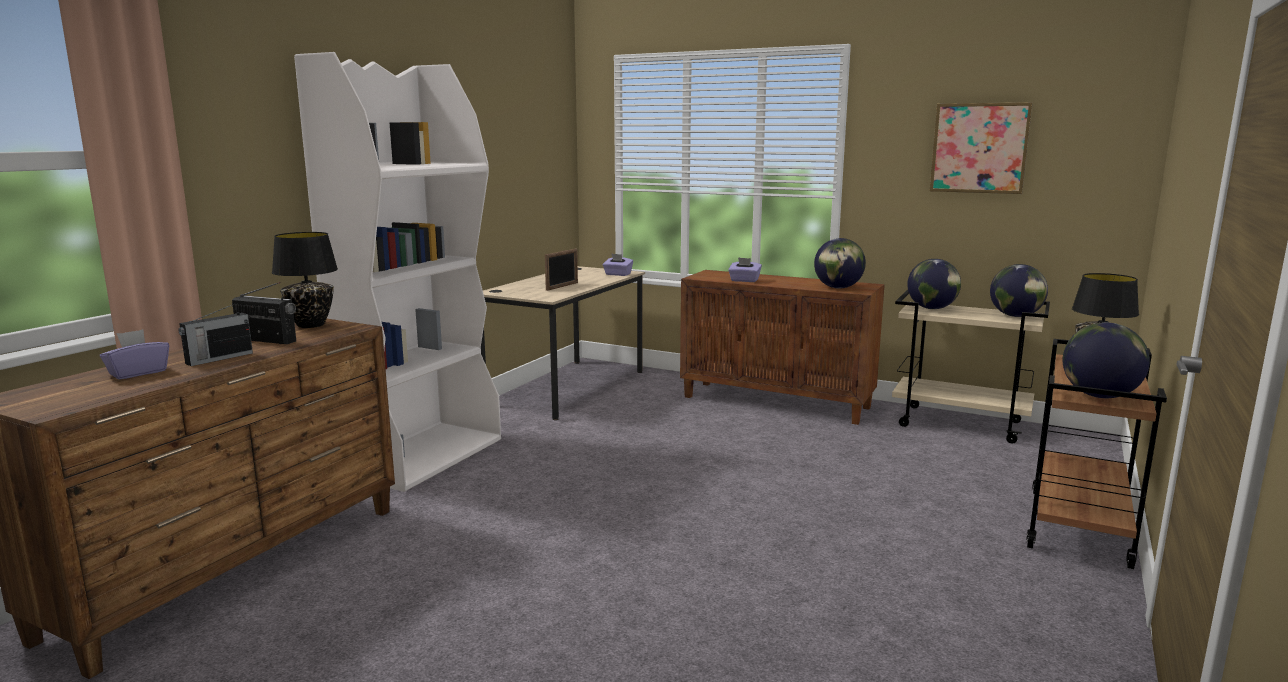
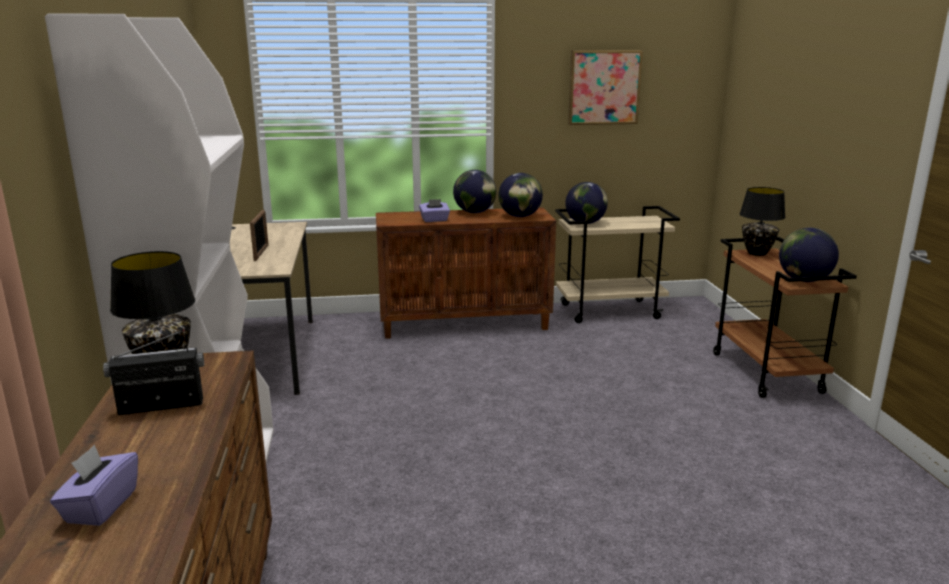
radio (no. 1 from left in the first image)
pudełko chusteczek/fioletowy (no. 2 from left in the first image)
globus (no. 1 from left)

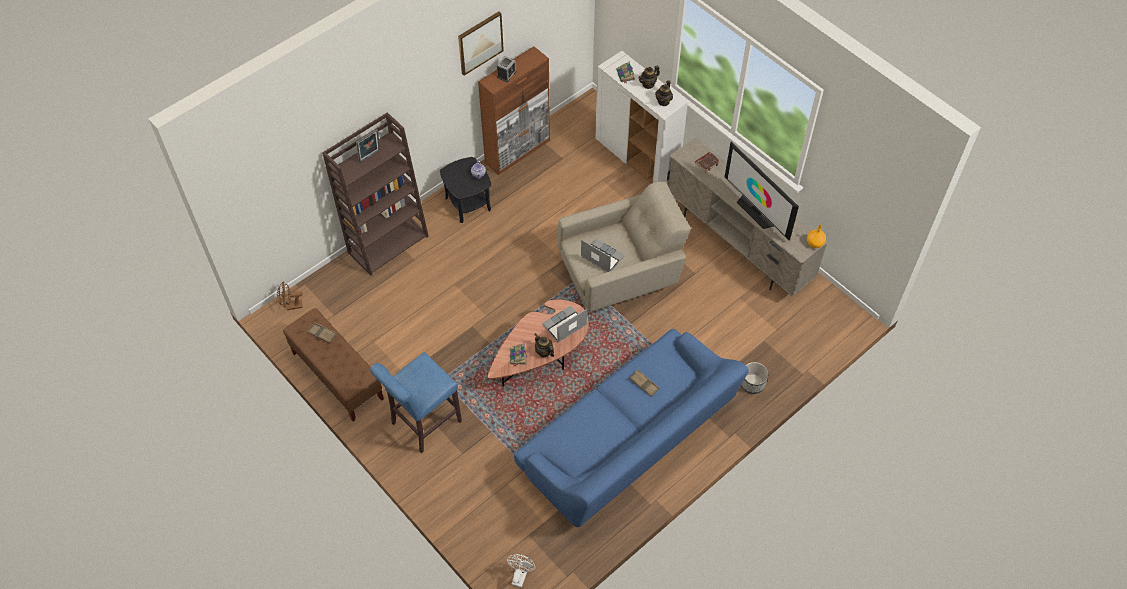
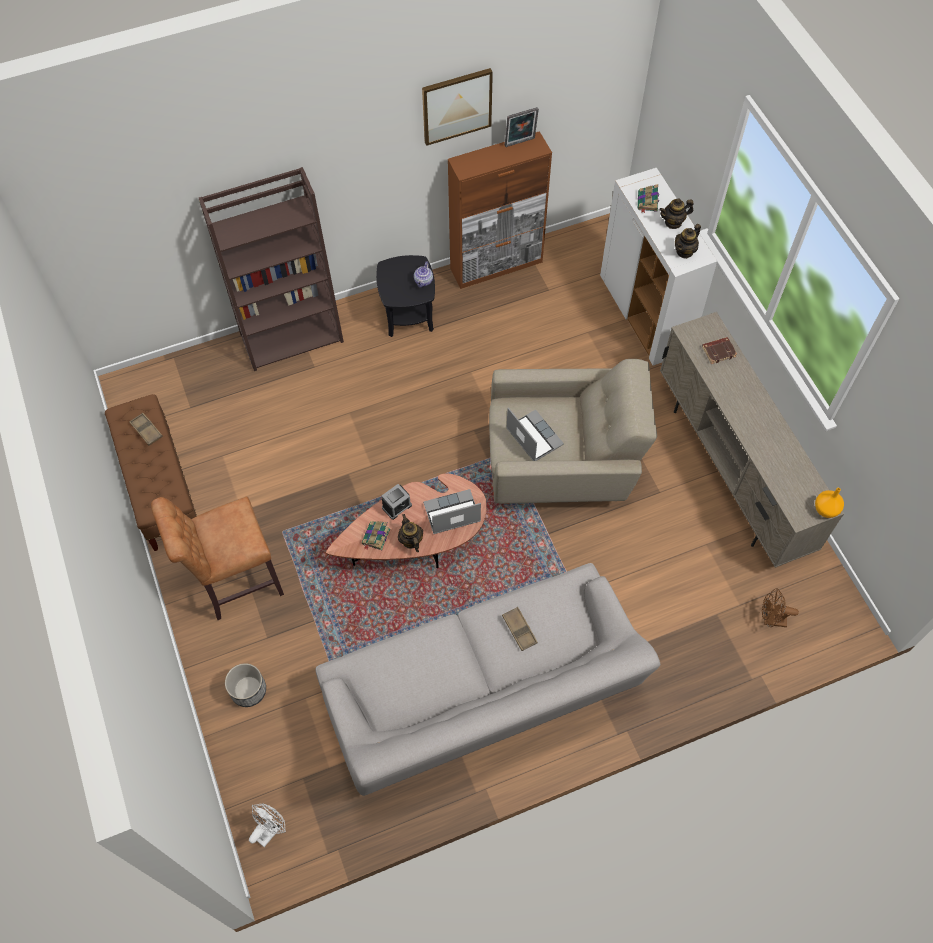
wentylator/brązowy
ramka na zdjęcie
stołek/brązowy
budzik
kanapa/szary
telewizor
donica

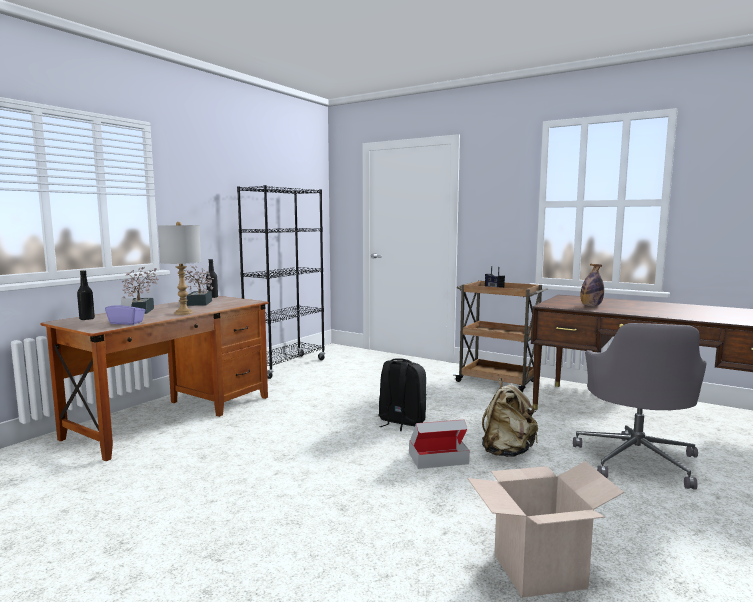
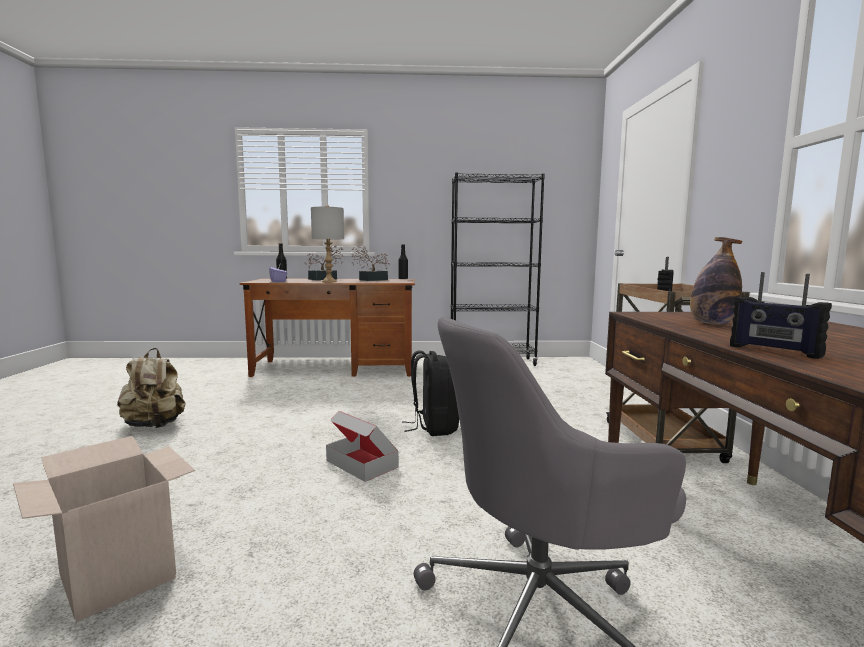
plecak/beżowy
radio (no. 2 from left)

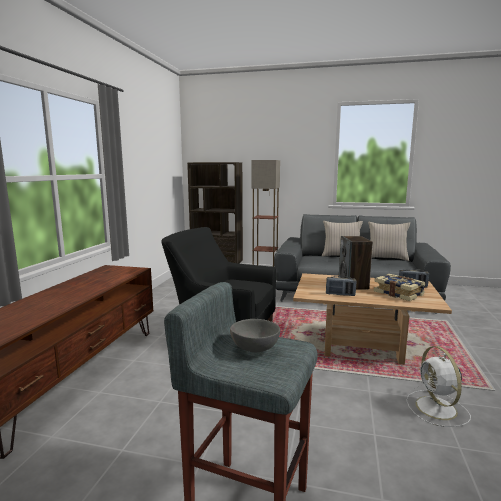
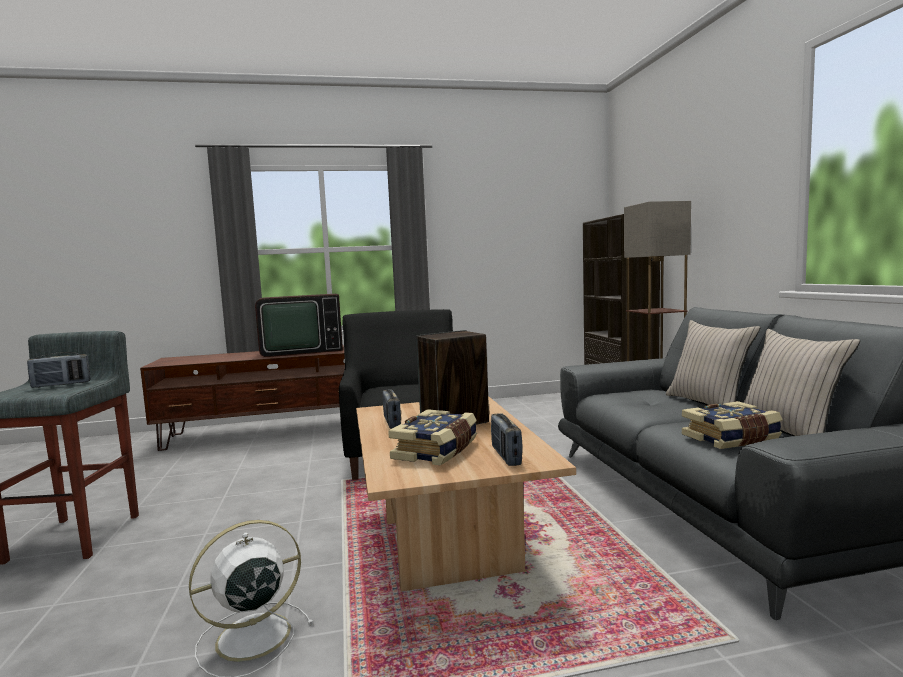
radio (no. 1 from left)
telewizor
książka (no. 2 from left)

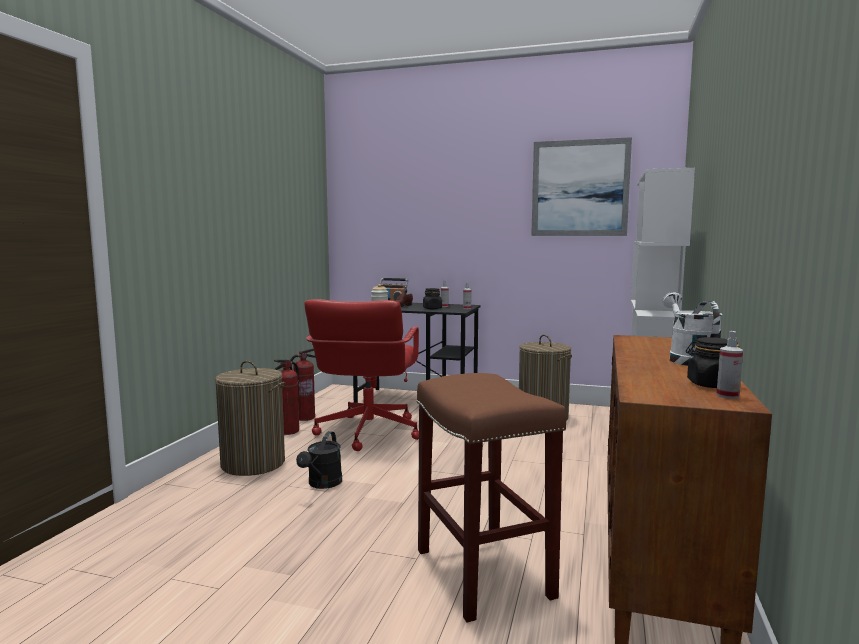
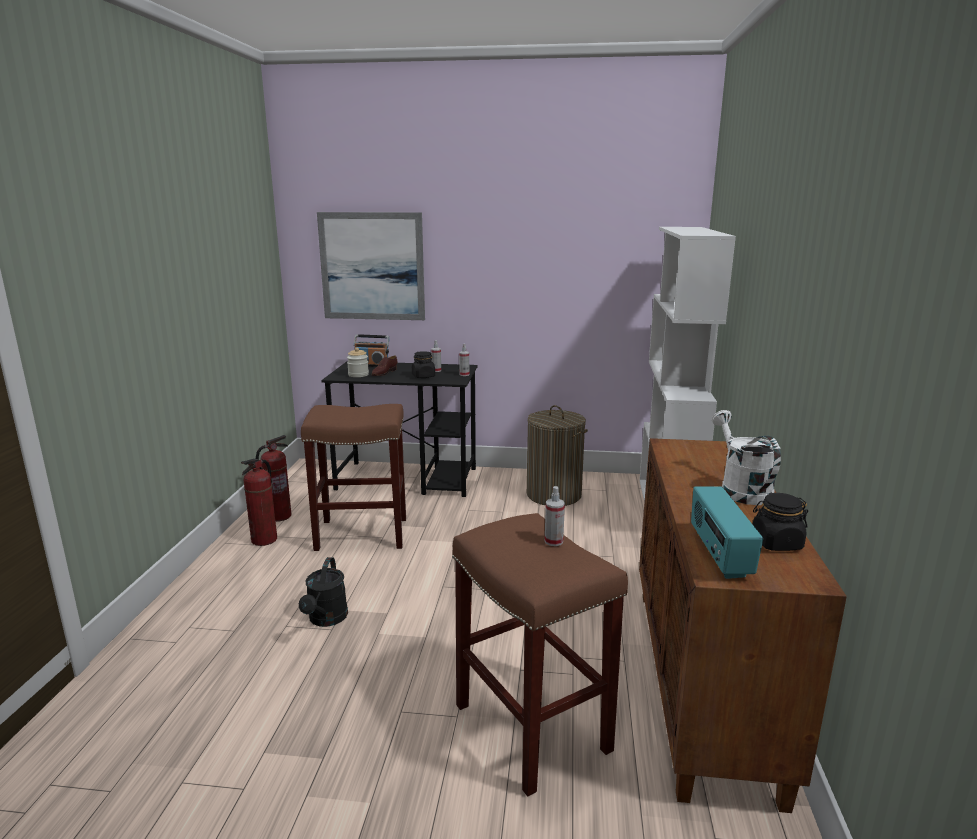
kosz na pranie (no. 1 from left in the first image)
stołek/brązowy (no. 1 from left)
obraz
spryskiwacz (no. 3 from left)
radio (no. 2 from left)

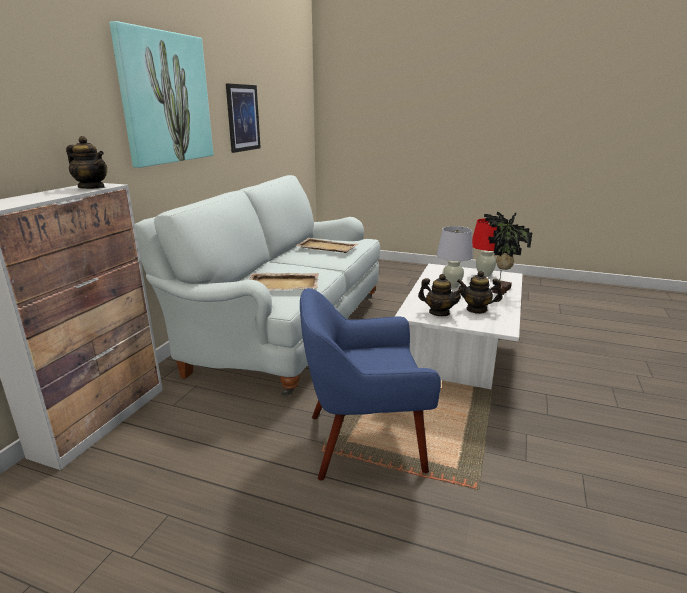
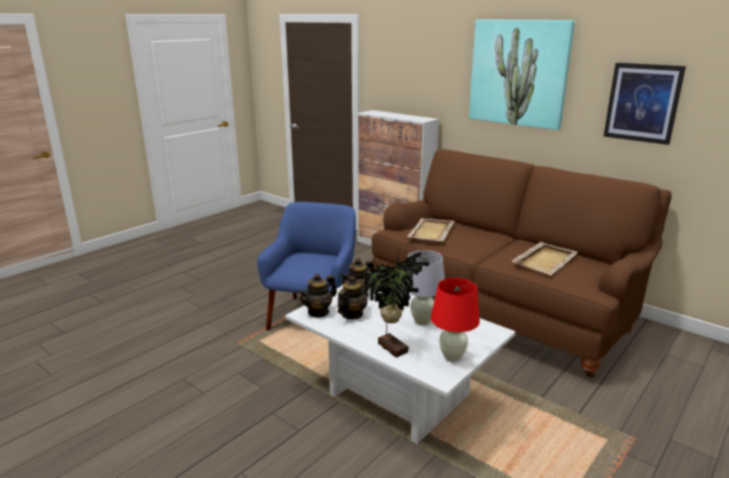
imbryk (no. 1 from left)
kanapa/brązowy

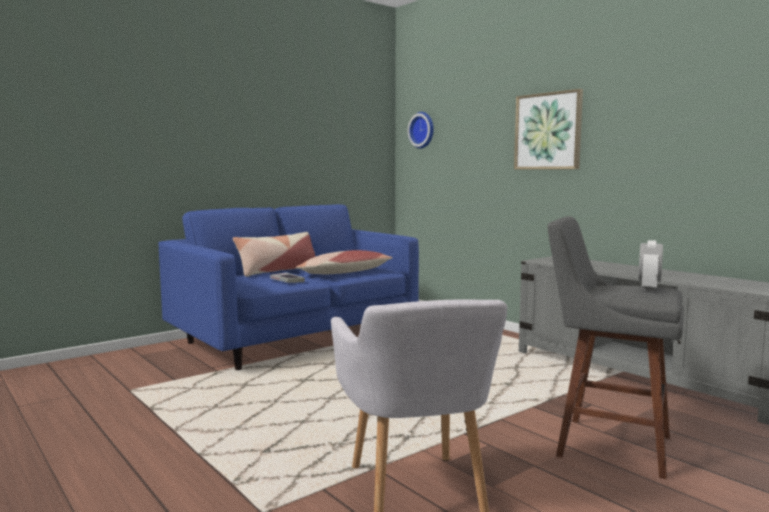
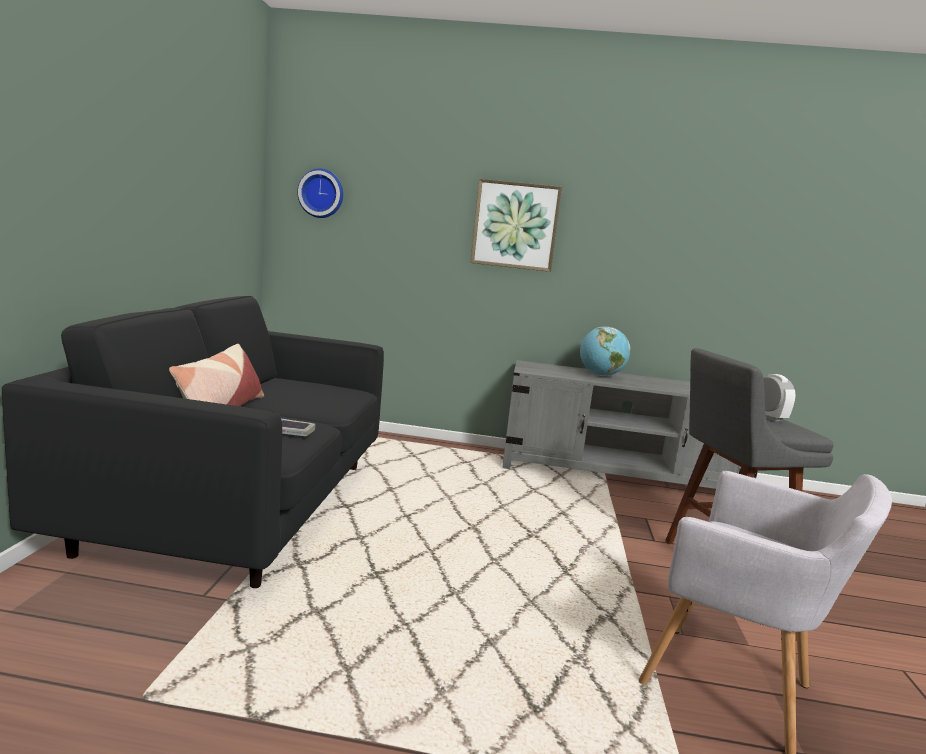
kanapa/czarny
poduszka (no. 2 from left in the first image)
globus

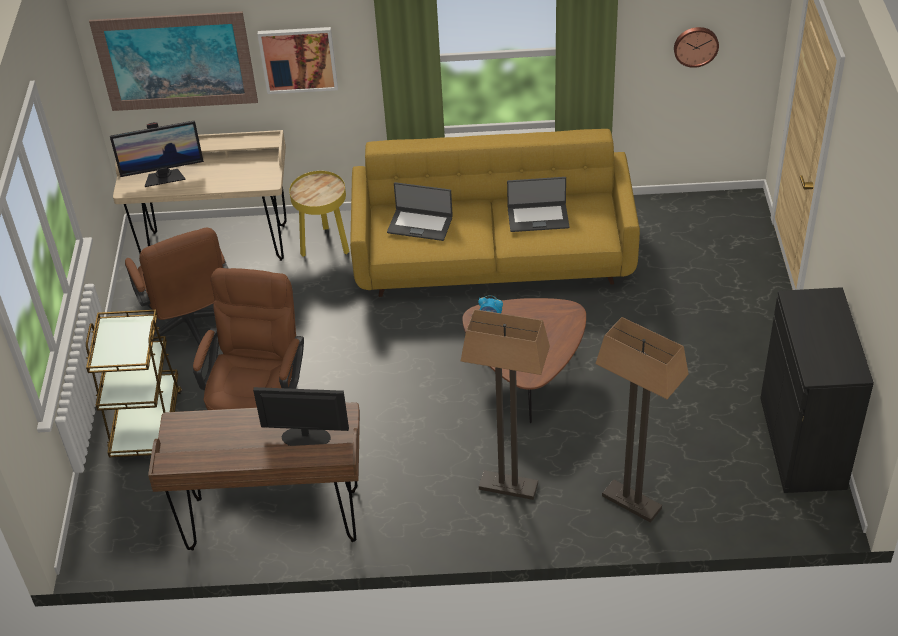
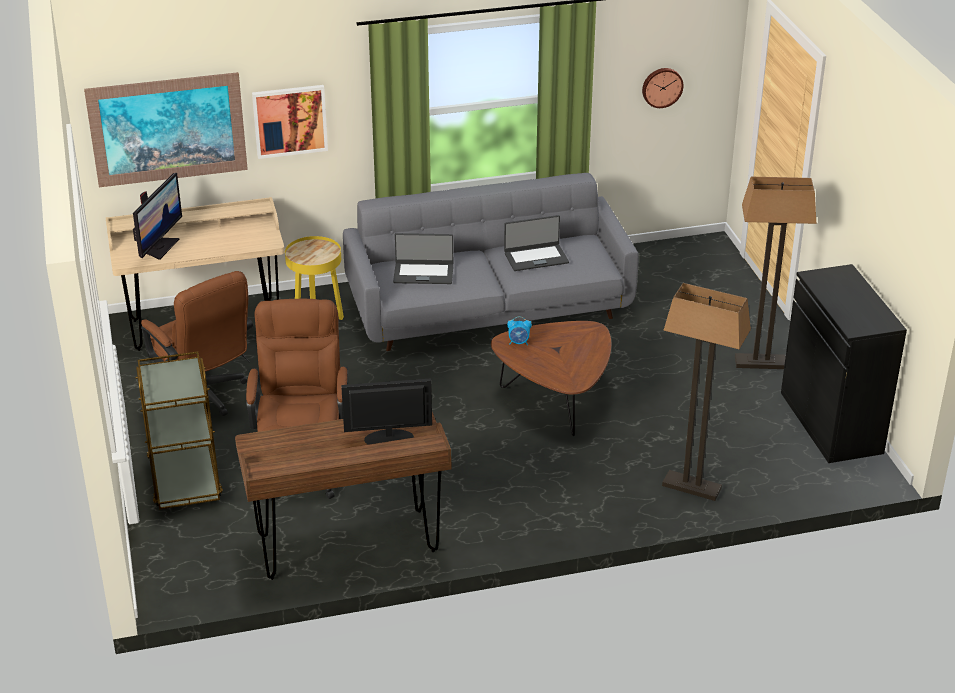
monitor (no. 1 from left)
kanapa/szary
lampa stojąca (no. 2 from left)

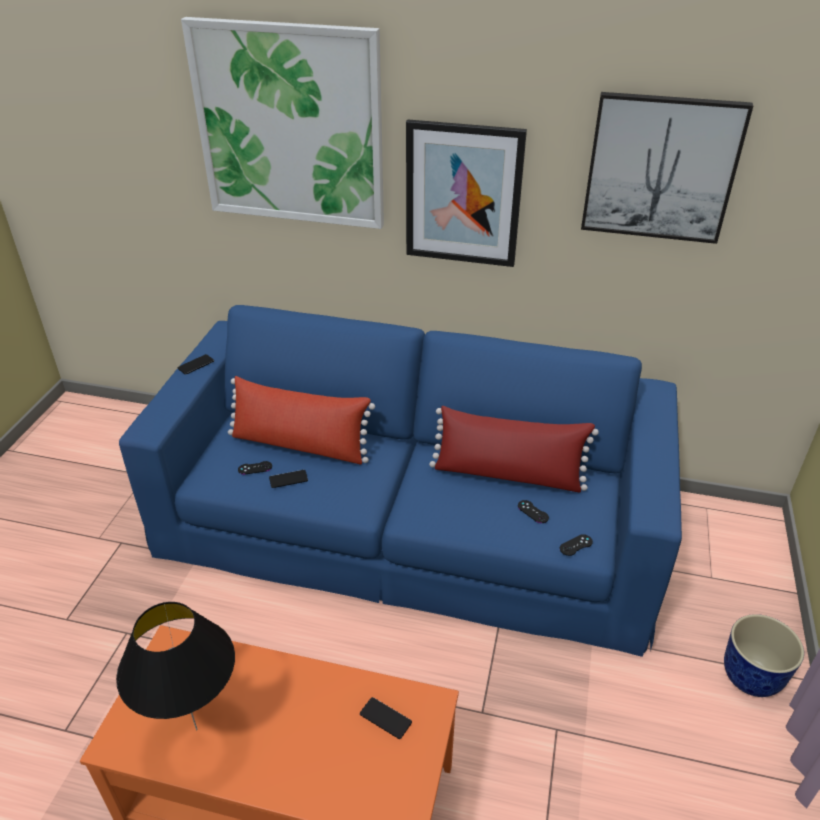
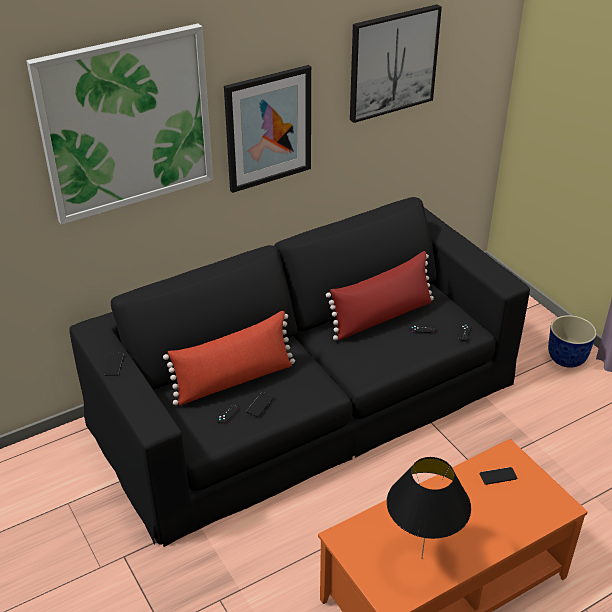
kanapa/czarny

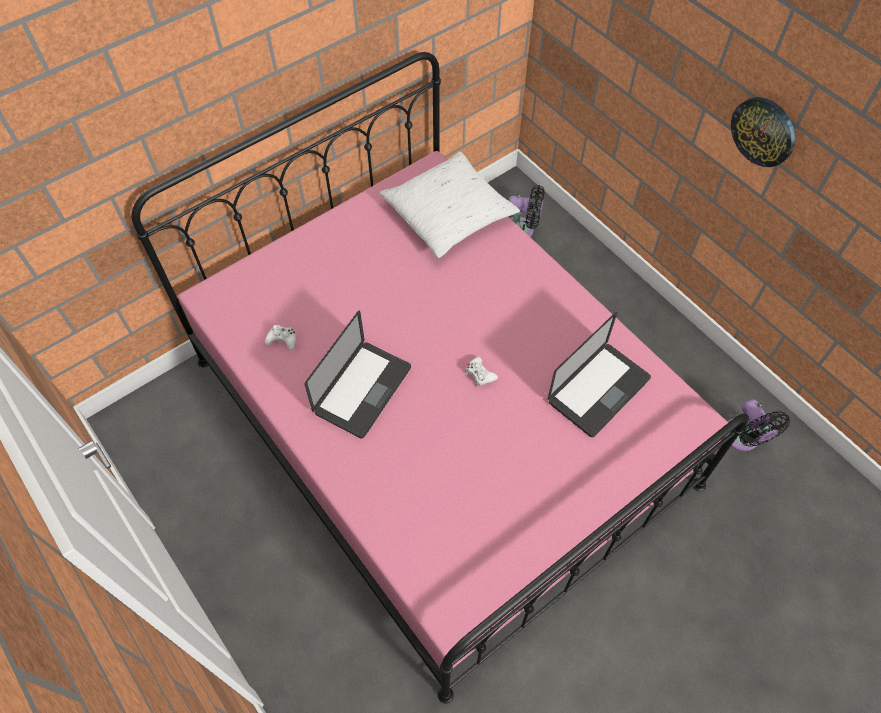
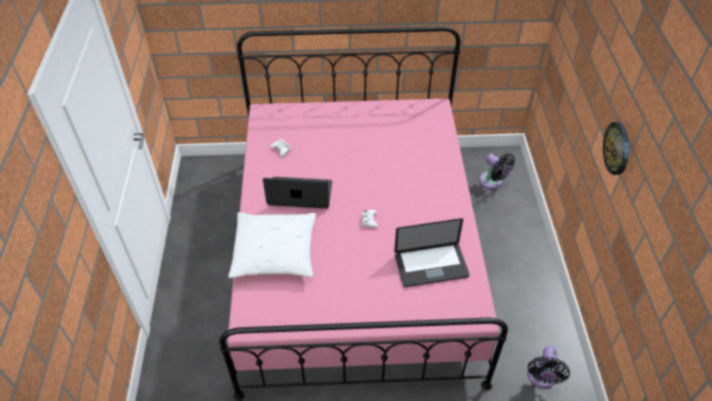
laptop (no. 1 from left)
poduszka/biały

